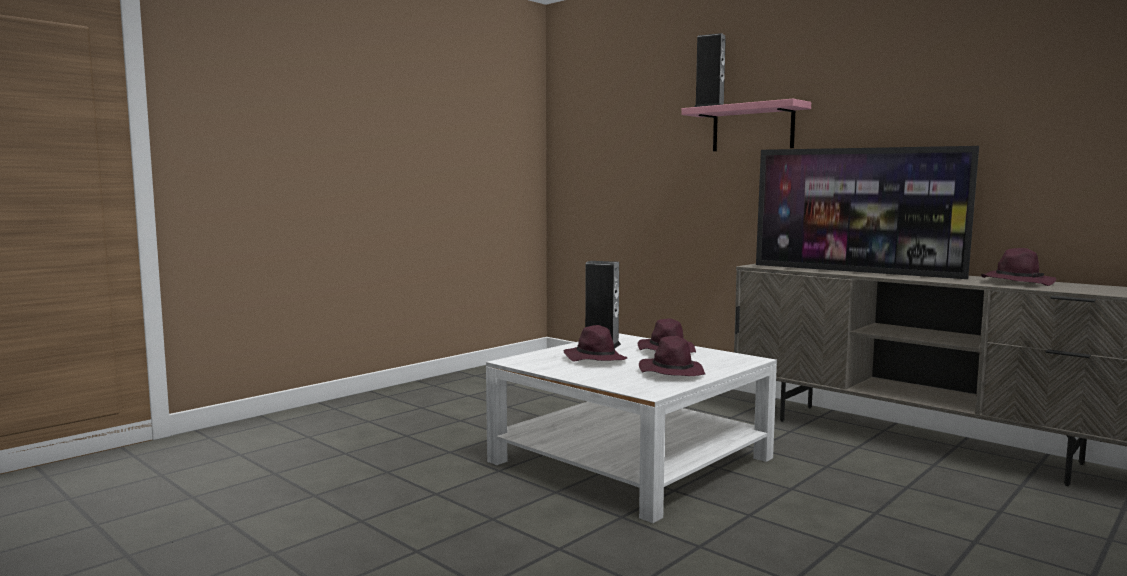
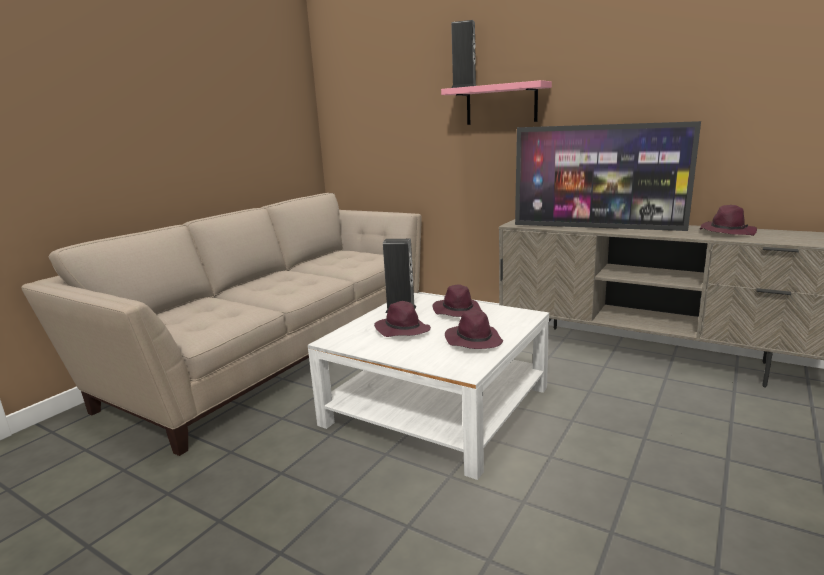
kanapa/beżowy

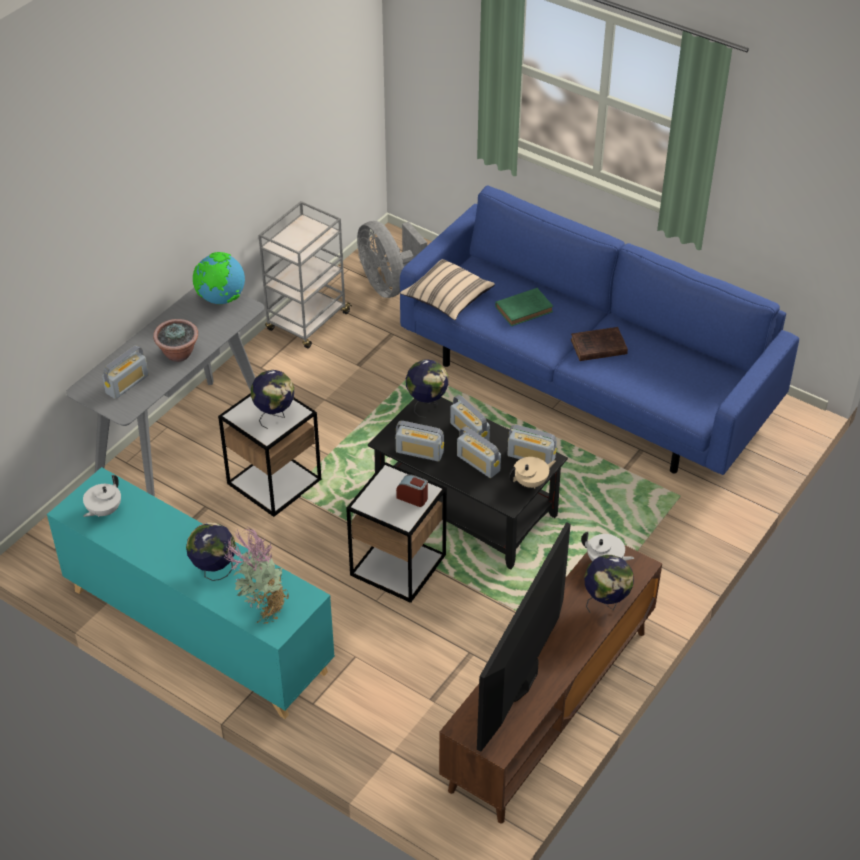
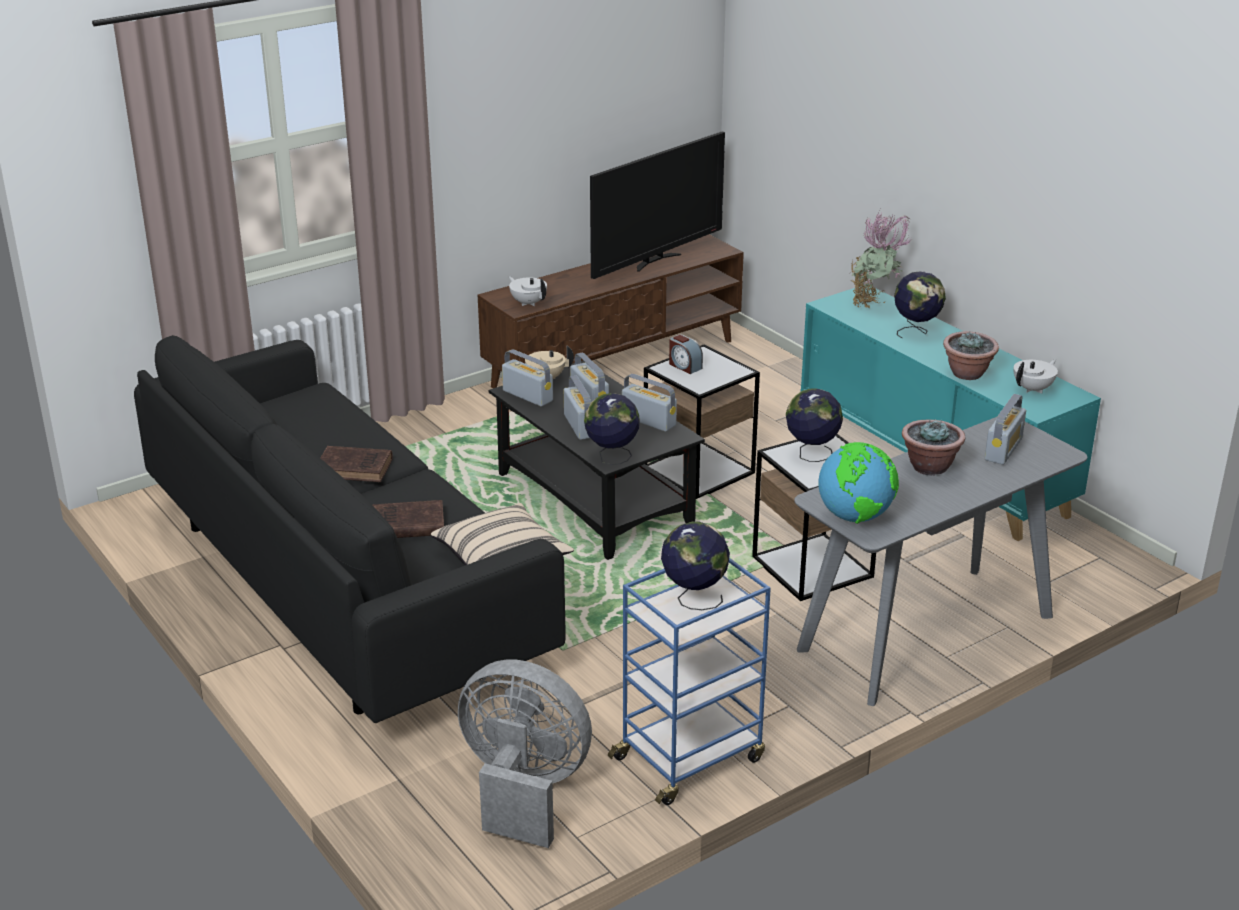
radio (no. 5 from left)
wózek/niebieski
wentylator/szary
kanapa/czarny
książka/brązowy (no. 2 from left)
globus (no. 2 from left)
roślina doniczkowa (no. 3 from left)

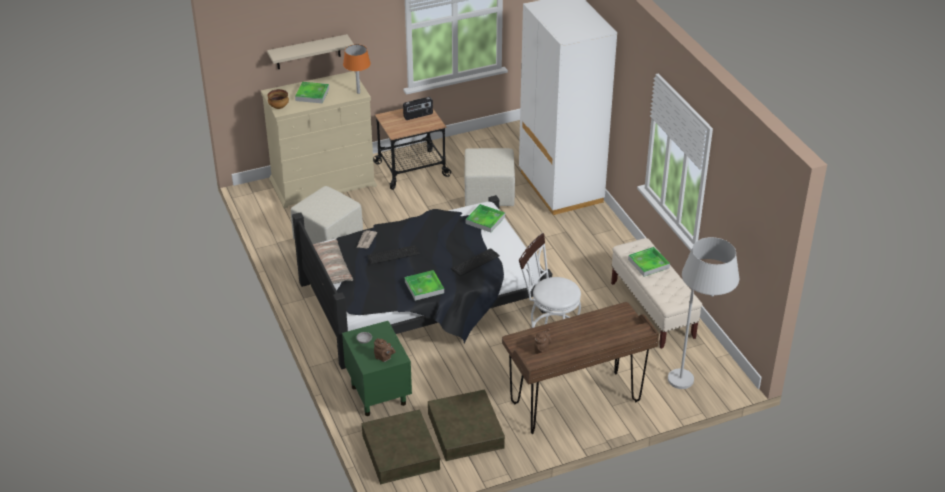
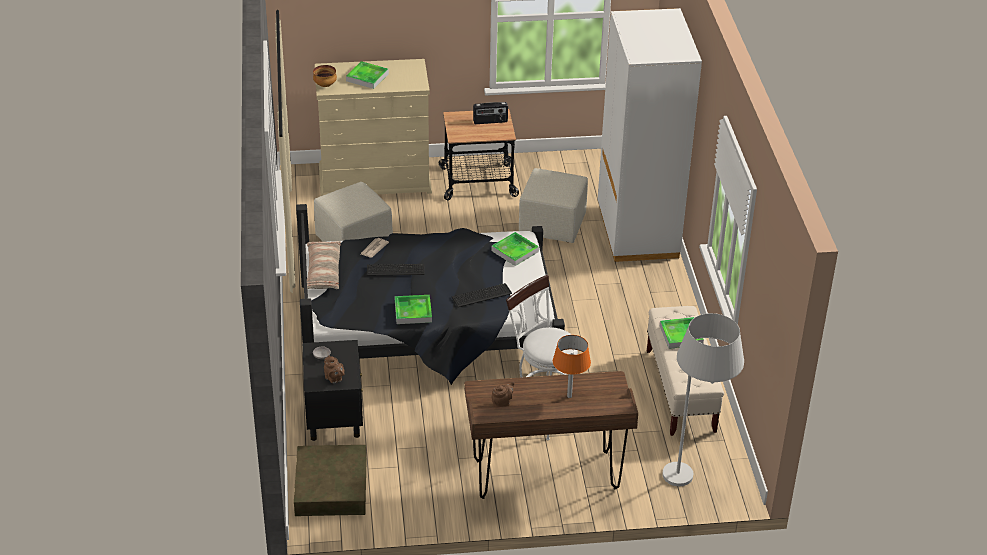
półka/beżowy
szafka nocna/czarny
lampa stołowa/pomarańczowy
pojemnik do przechowywania/brązowy (no. 2 from left in the first image)

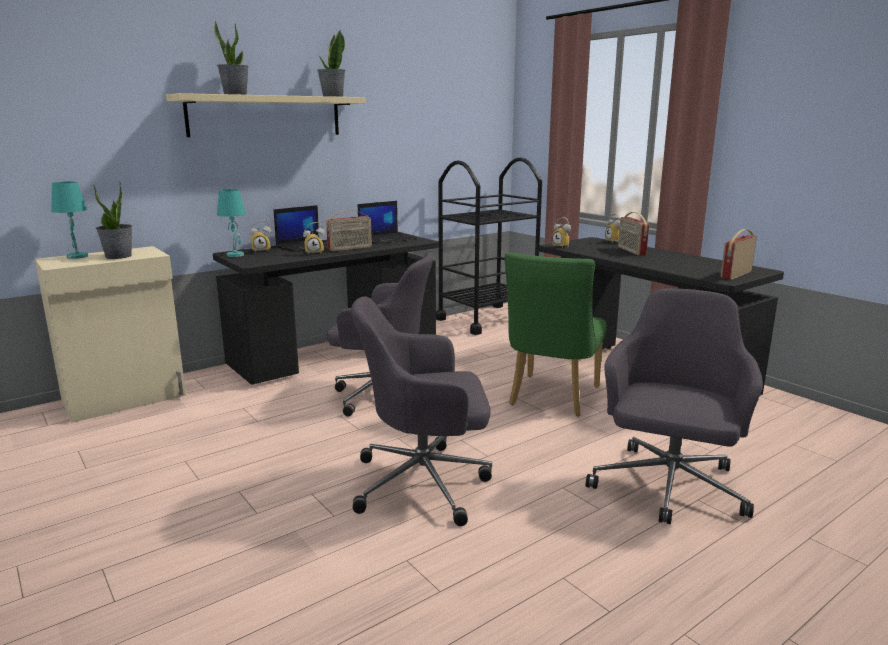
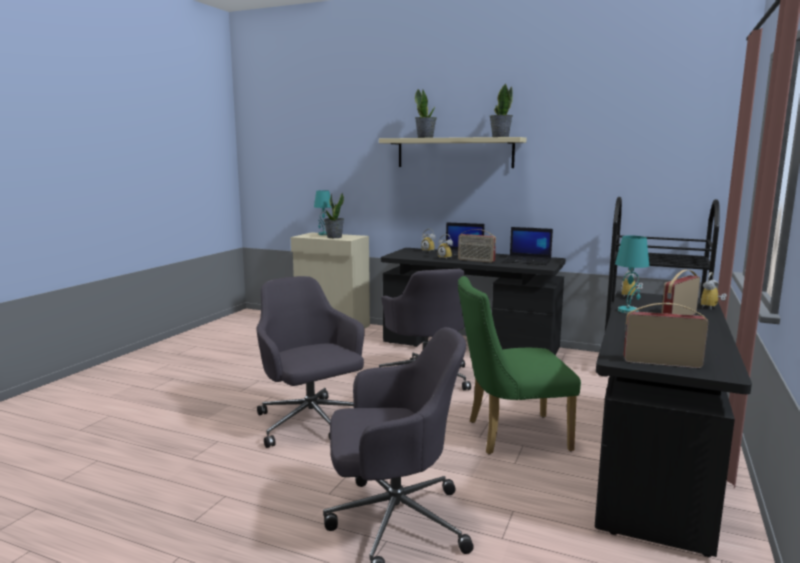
lampa stołowa/turkusowy (no. 2 from left)

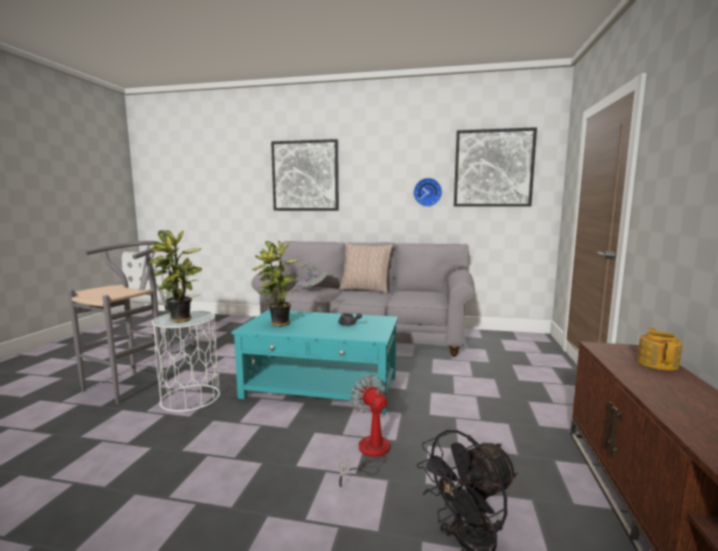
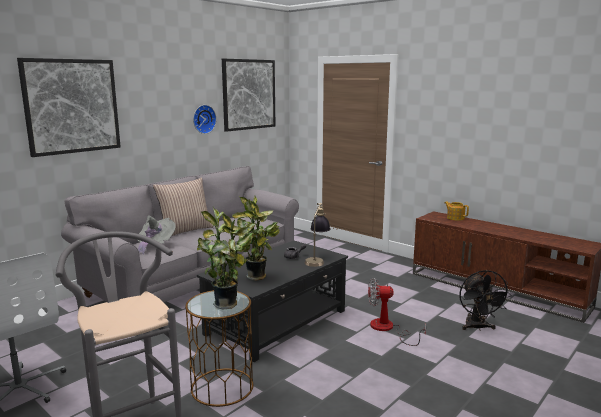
stolik/brązowy
ława/czarny
lampa stołowa

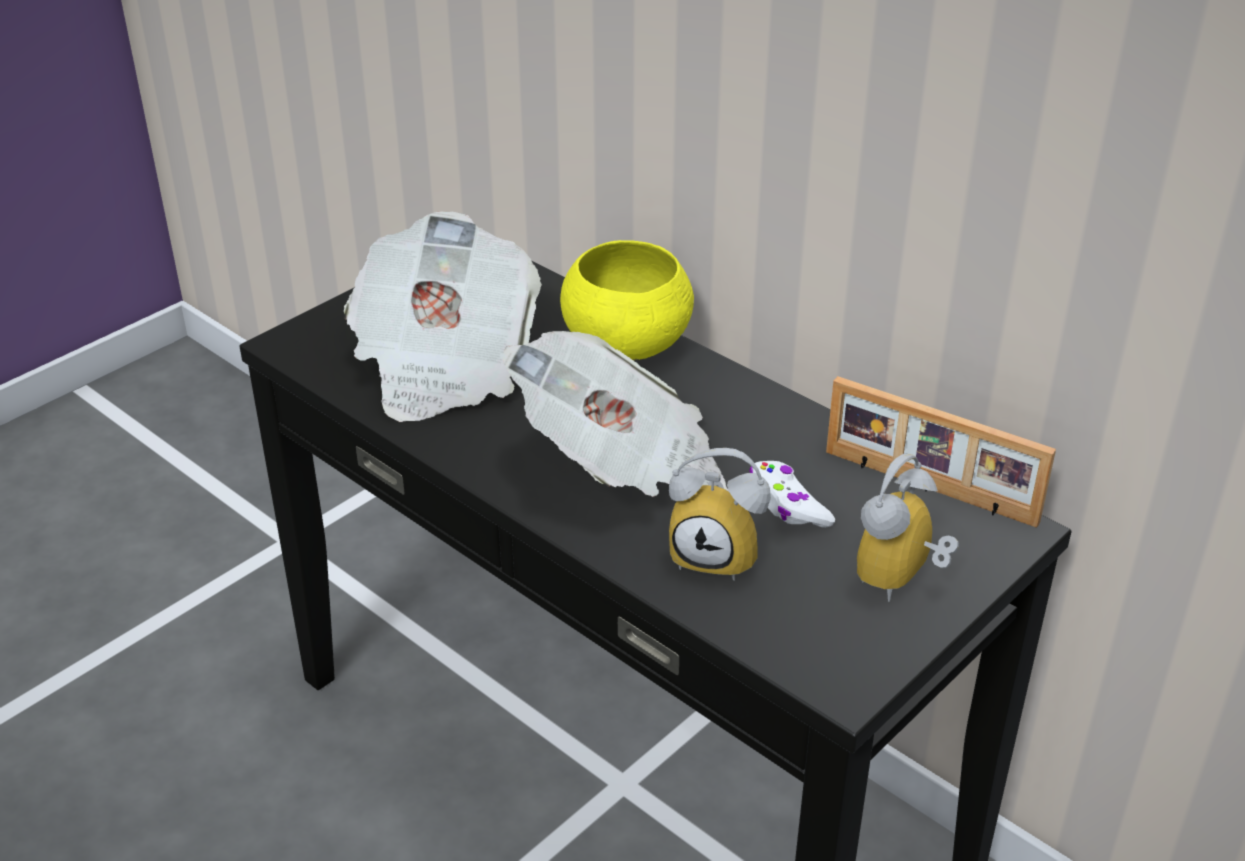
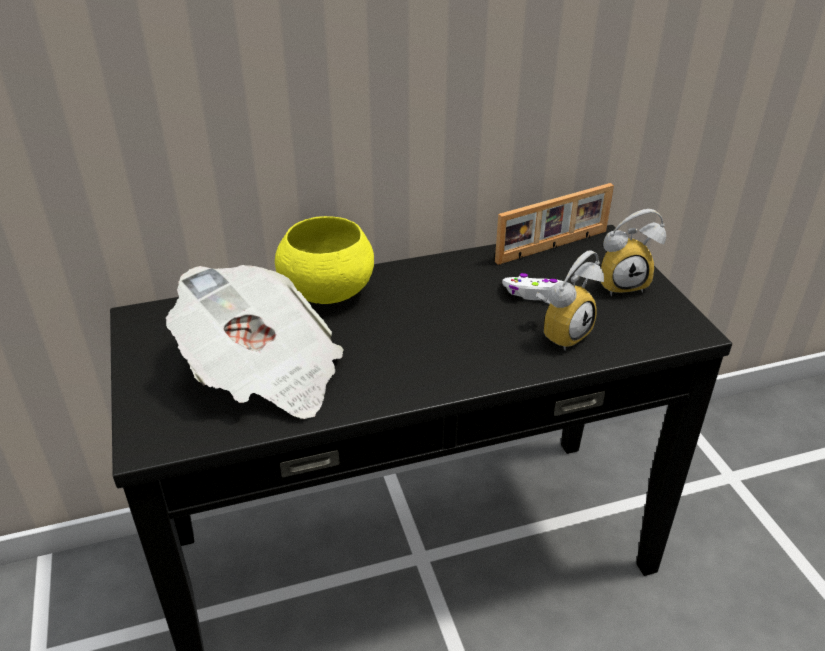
gazeta (no. 2 from left in the first image)
budzik (no. 2 from left)

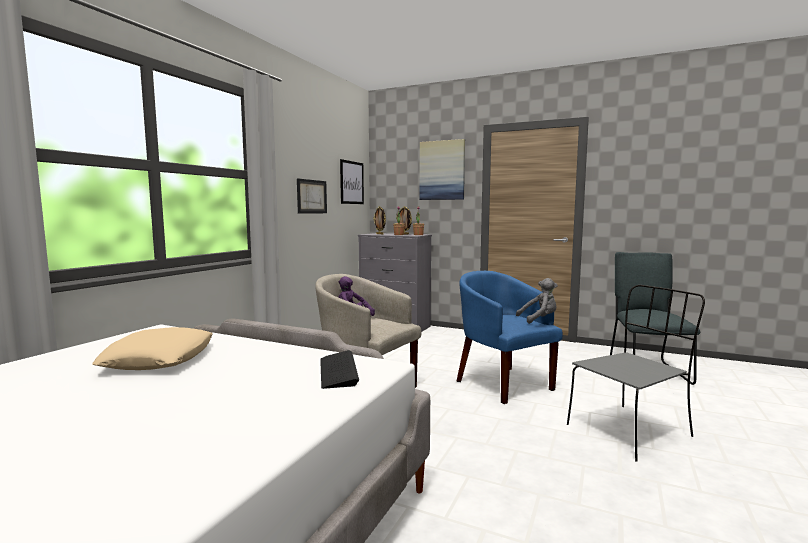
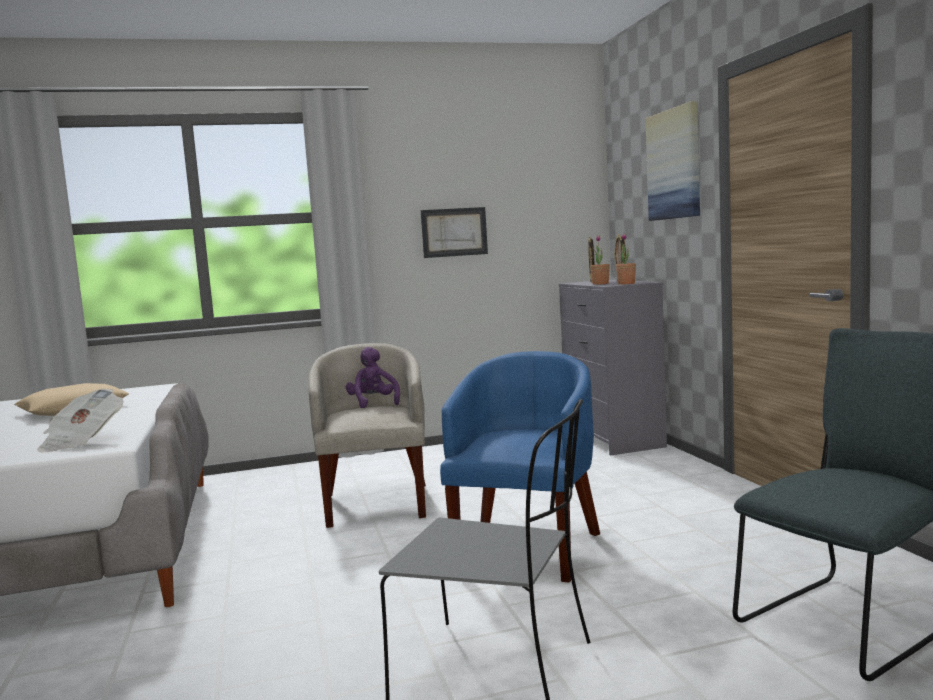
gazeta
obraz (no. 2 from left in the first image)
pluszak/szary

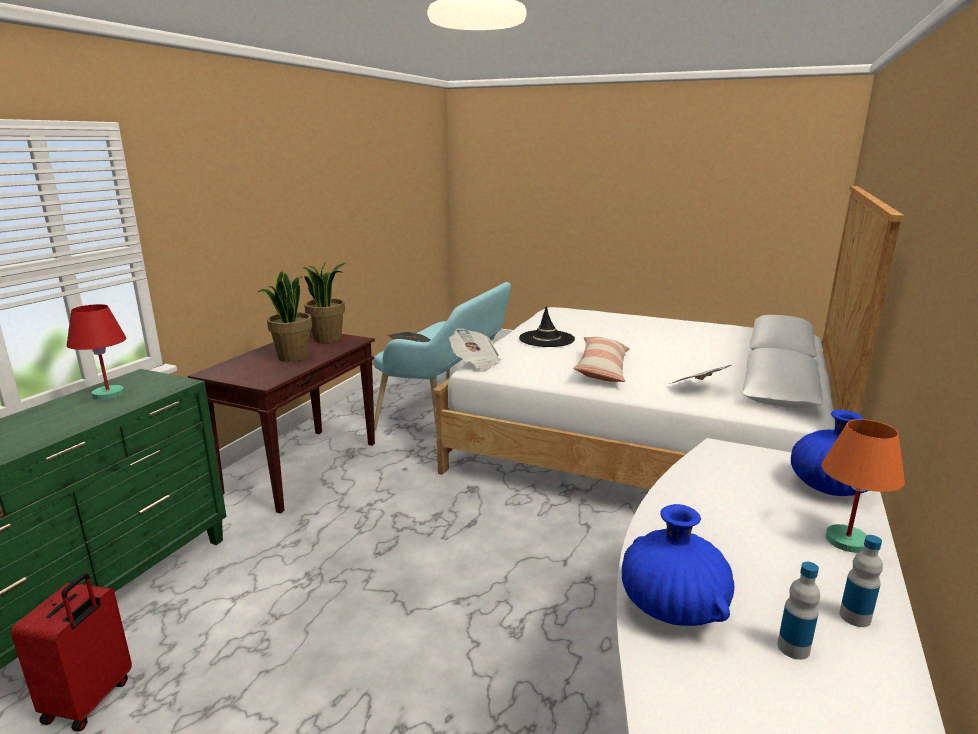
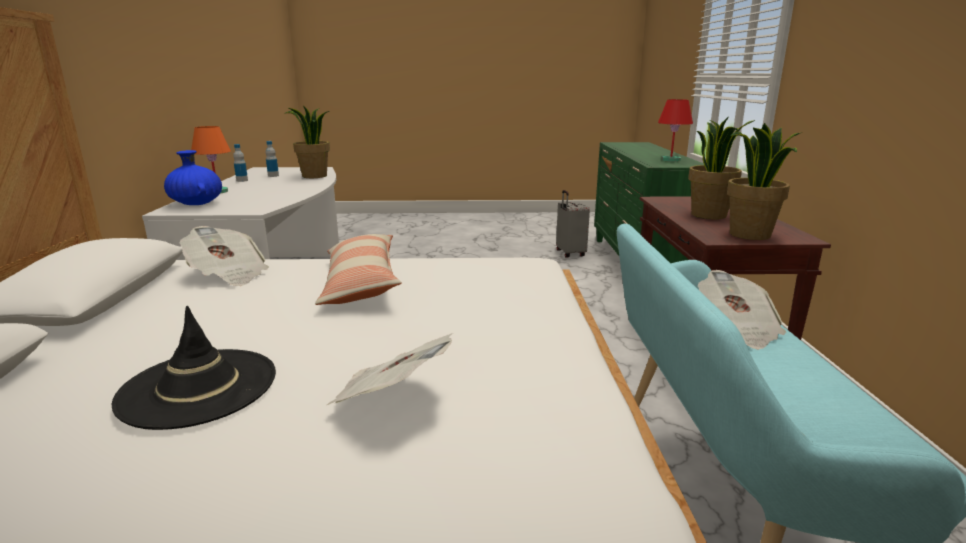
walizka/szary
gazeta (no. 2 from left)
kapelusz/czarny
roślina doniczkowa (no. 1 from left)

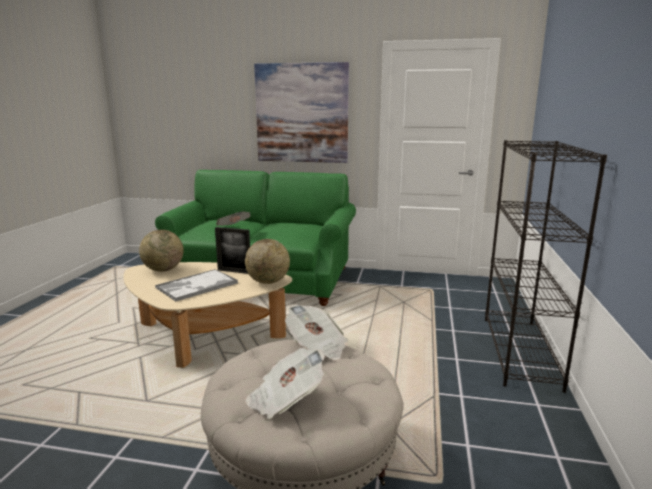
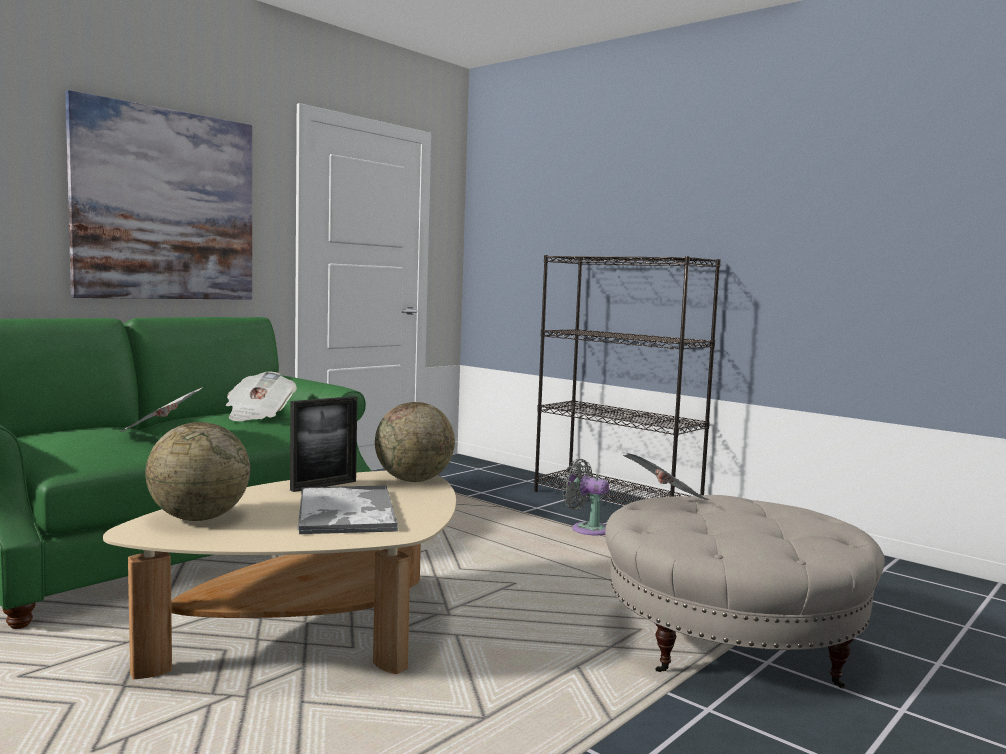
gazeta (no. 2 from left)
wentylator/szary

